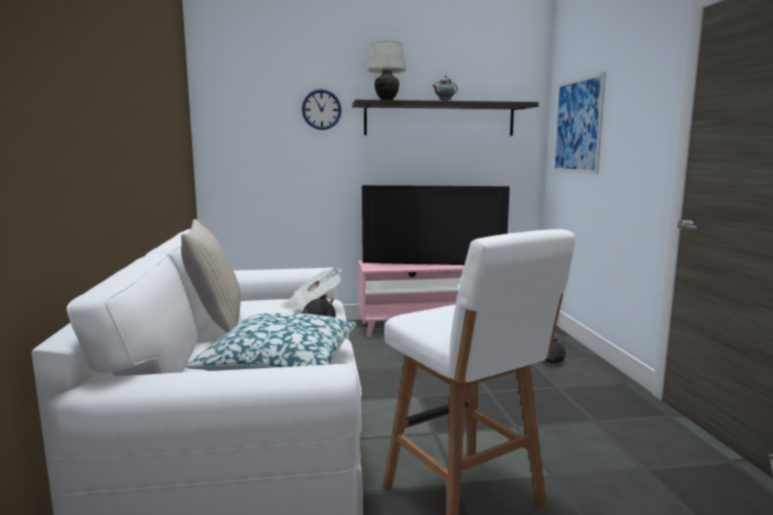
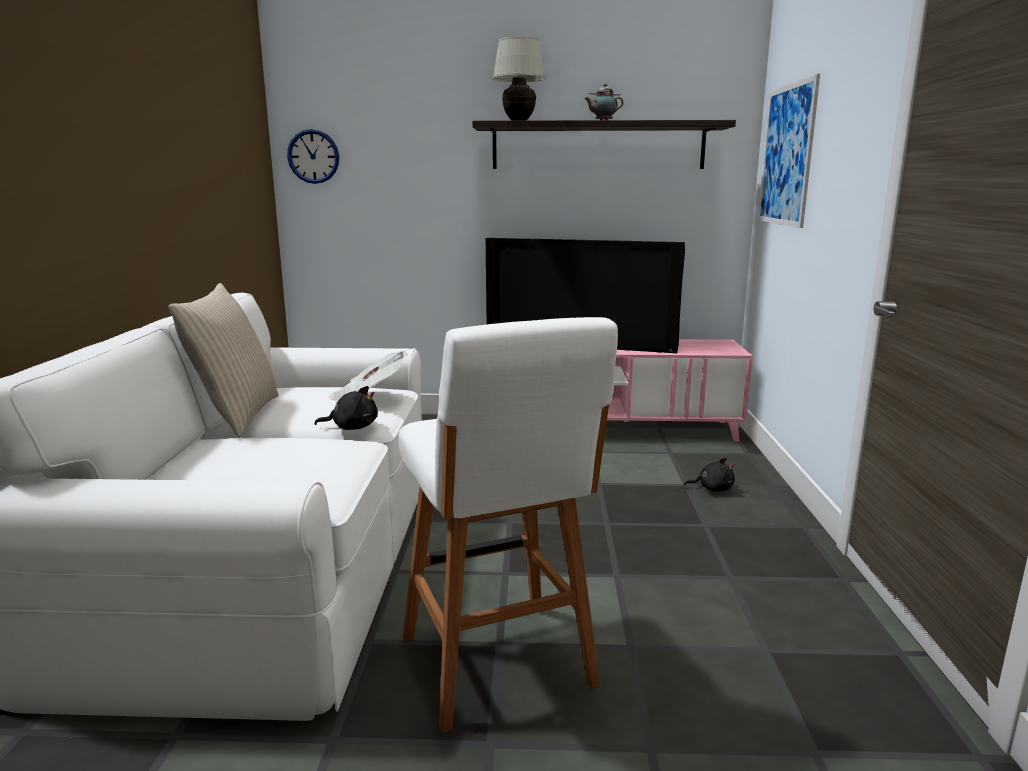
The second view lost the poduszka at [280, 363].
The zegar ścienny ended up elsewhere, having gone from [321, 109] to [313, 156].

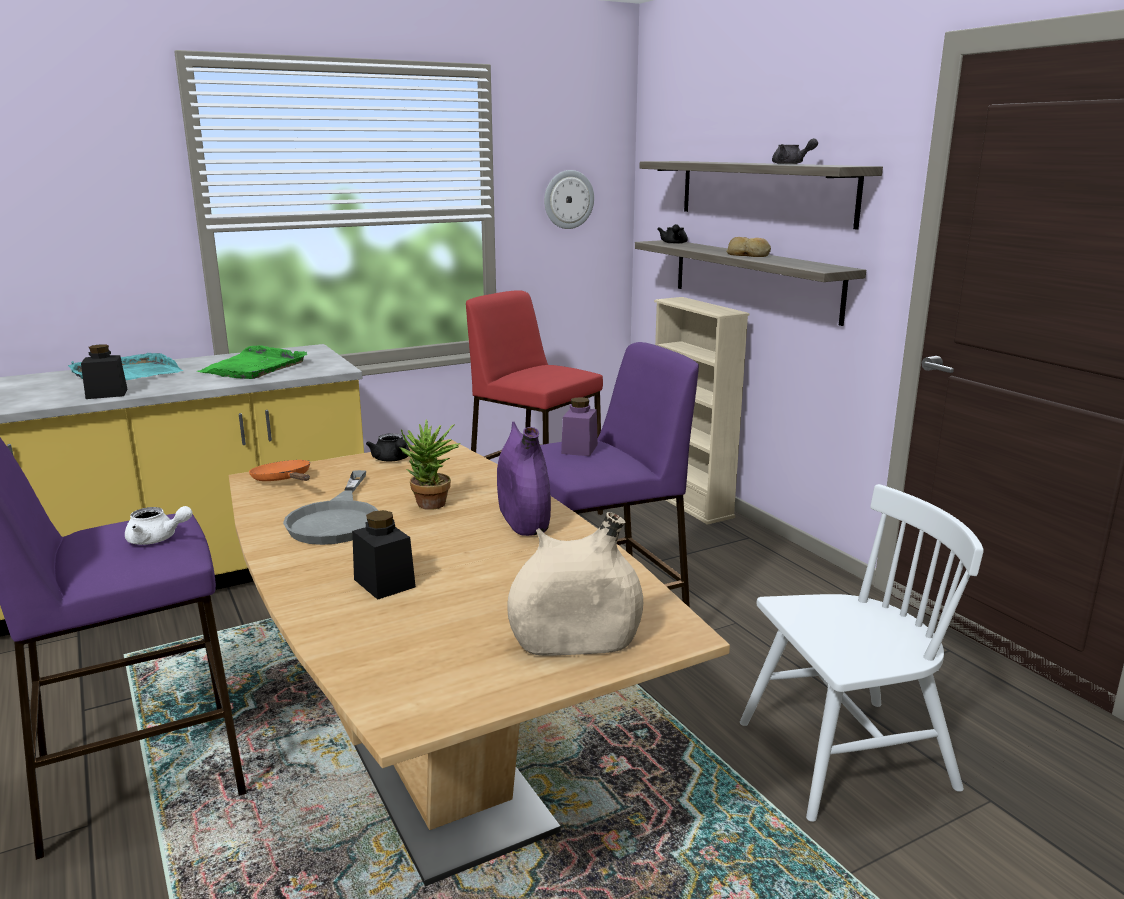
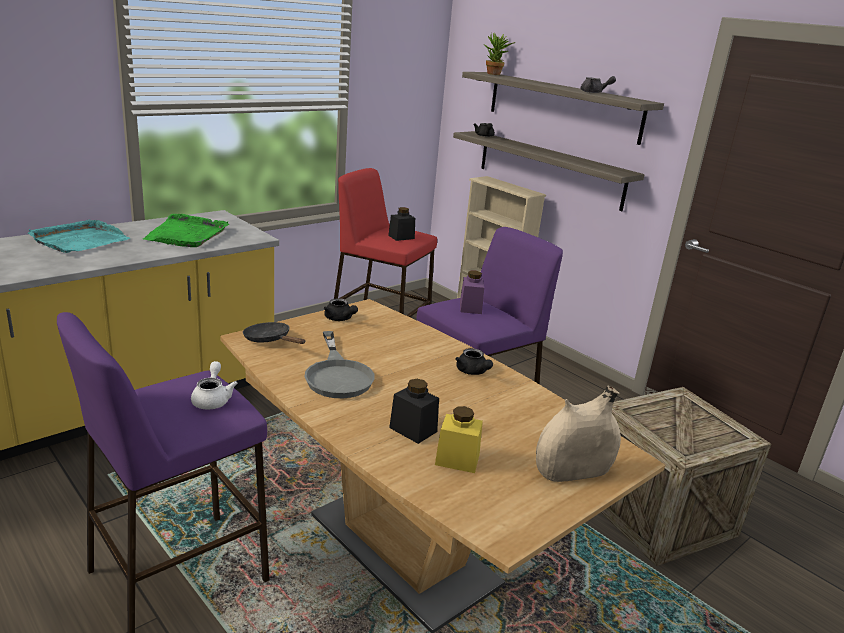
The słoik/czarny ended up elsewhere, having gone from [107, 394] to [401, 237].
The imbryk/biały at [157, 539] ended up facing another way, 90 degrees counterclockwise from before.
What was the patelnia/pomarańczowy at [284, 480] turned into the patelnia/czarny at [270, 340].
The roślina doniczkowa ended up elsewhere, having gone from [431, 506] to [495, 74].
Where the wazon/fioletowy stood at [523, 521], the imbryk/czarny came to stand at [473, 372].
The second view lost the zegar ścienny at [568, 199].
The second view lost the chleb at [748, 255].
Where the krzesło/biały stood at [844, 756], the skrzynka came to stand at [658, 514].
The second view gained the słoik/żółty at [457, 459].

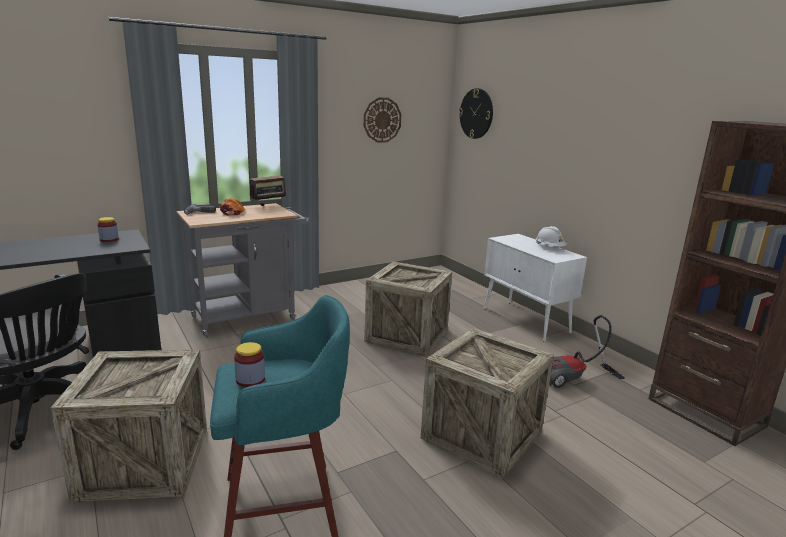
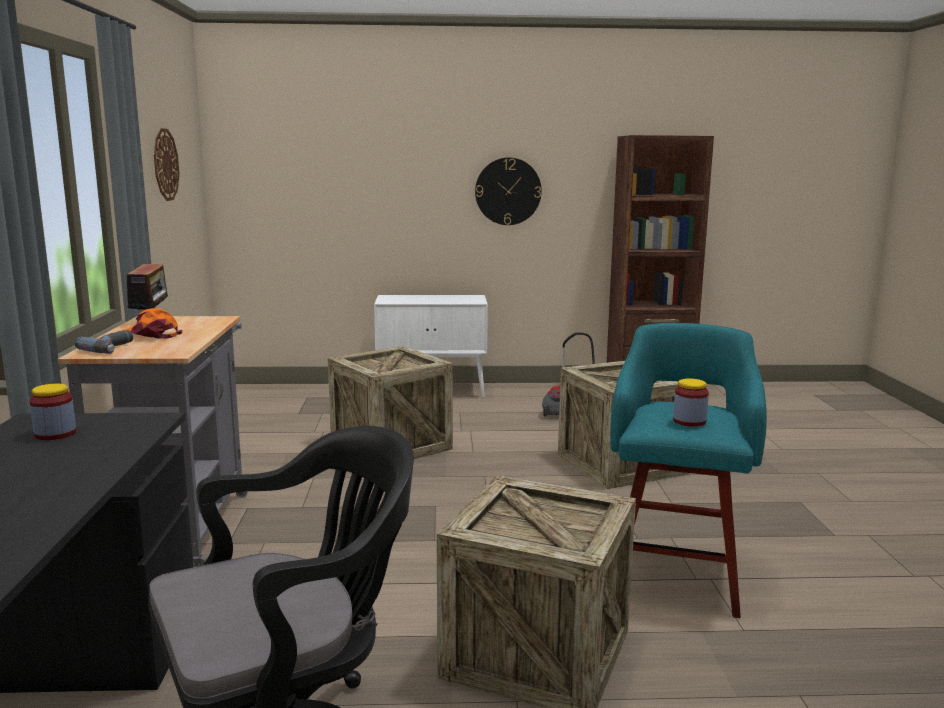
The zegar ścienny ended up elsewhere, having gone from [476, 113] to [508, 191].
The second view lost the kask/biały at [549, 247].

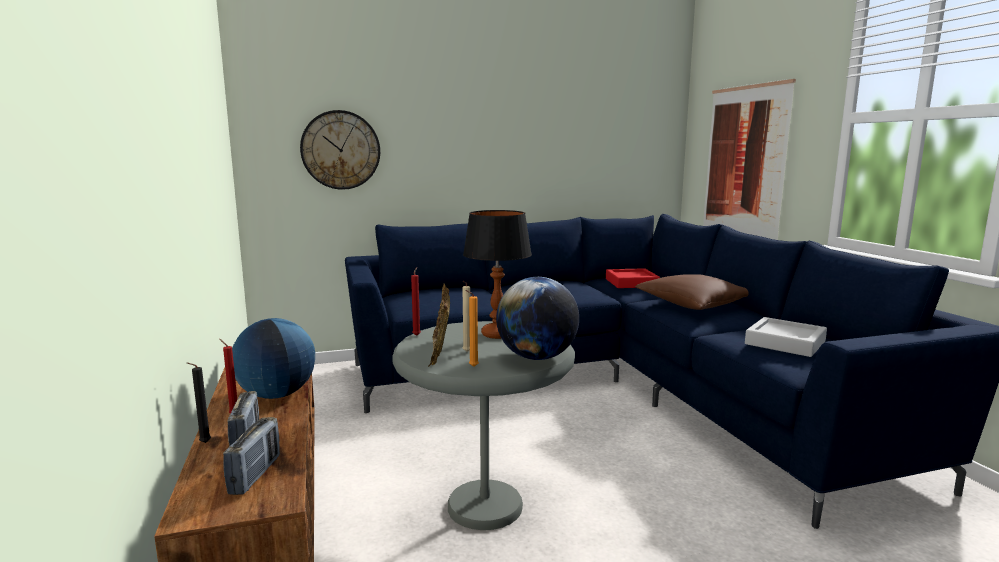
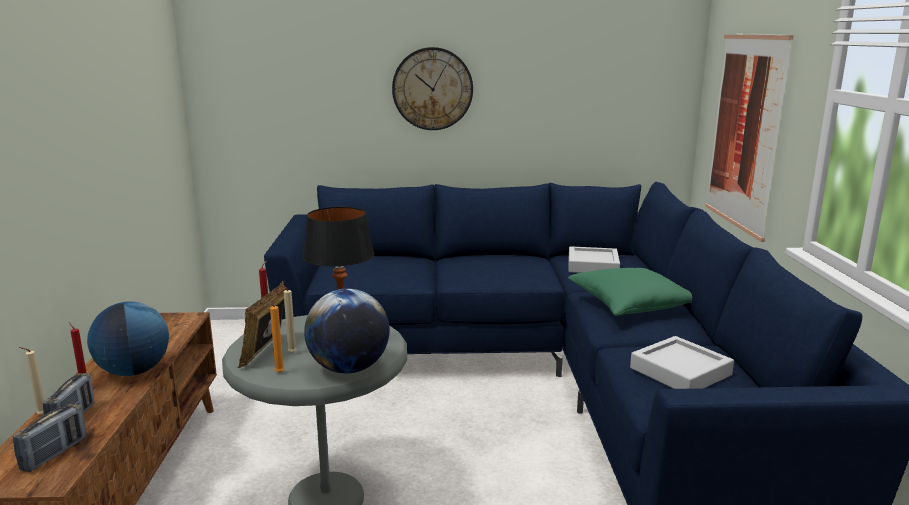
What was the świeca/czarny at [203, 443] turned into the świeca/beżowy at [40, 415].
The zegar ścienny ended up elsewhere, having gone from [340, 150] to [432, 89].
What was the taca/czerwony at [631, 283] turned into the taca/szary at [593, 265].
What was the poduszka/brązowy at [692, 305] turned into the poduszka/zielony at [630, 305].

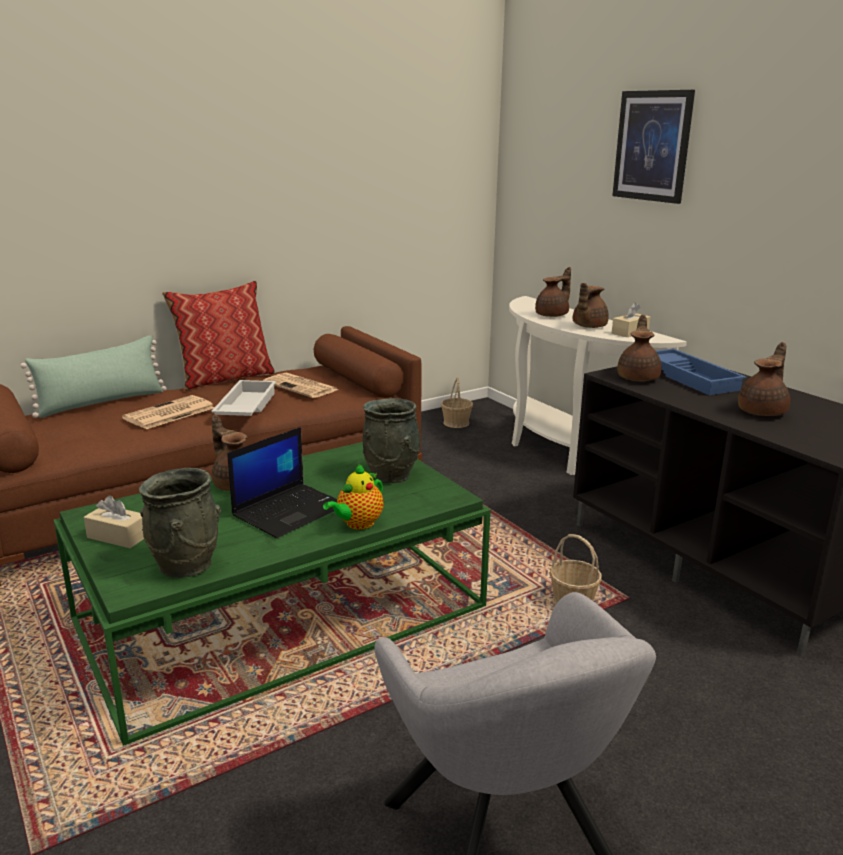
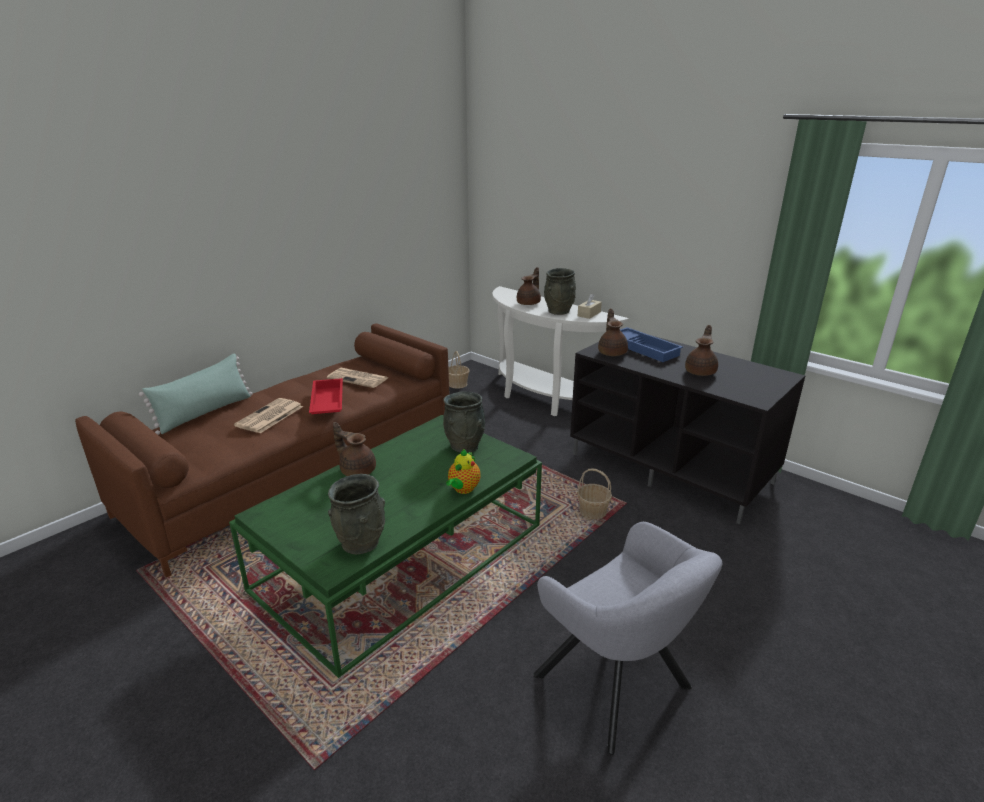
The second view lost the pudełko chusteczek/beżowy at [118, 536].
The second view lost the poduszka at [225, 378].
What was the taca/biały at [245, 407] turned into the taca/czerwony at [326, 403].
The second view lost the laptop at [290, 510].
Where the imbryk/brązowy stood at [588, 326], the wazon/szary came to stand at [558, 311].
The second view lost the obraz at [652, 146].

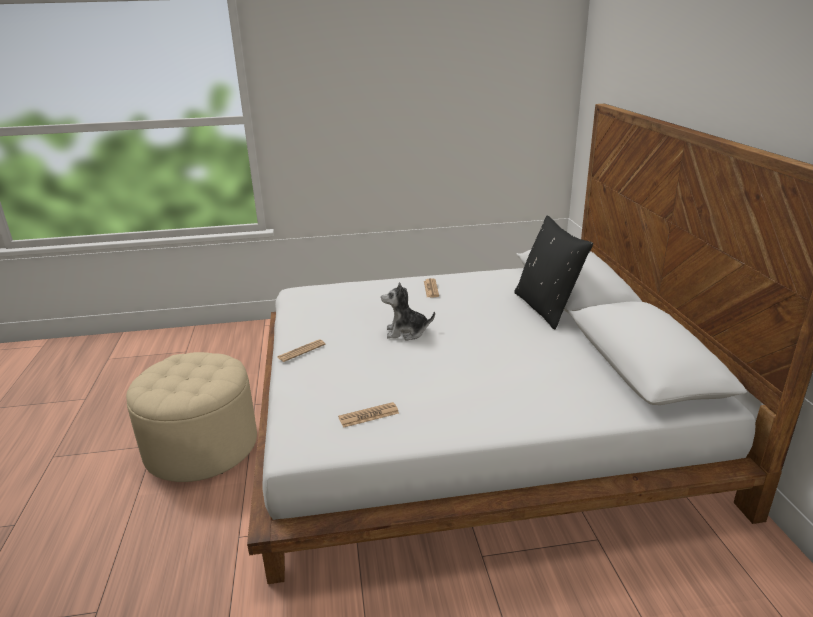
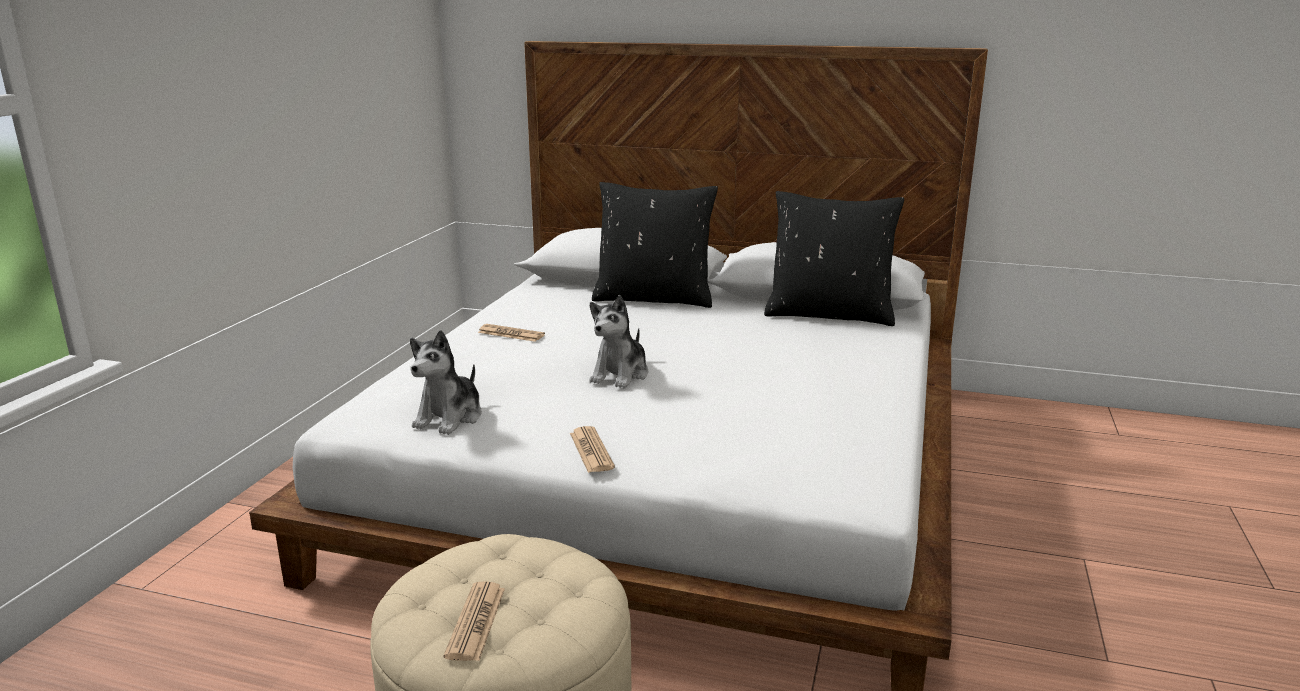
The gazeta ended up elsewhere, having gone from [368, 415] to [476, 622].
The second view gained the pluszak at [450, 418].
The second view gained the poduszka/czarny at [829, 314].

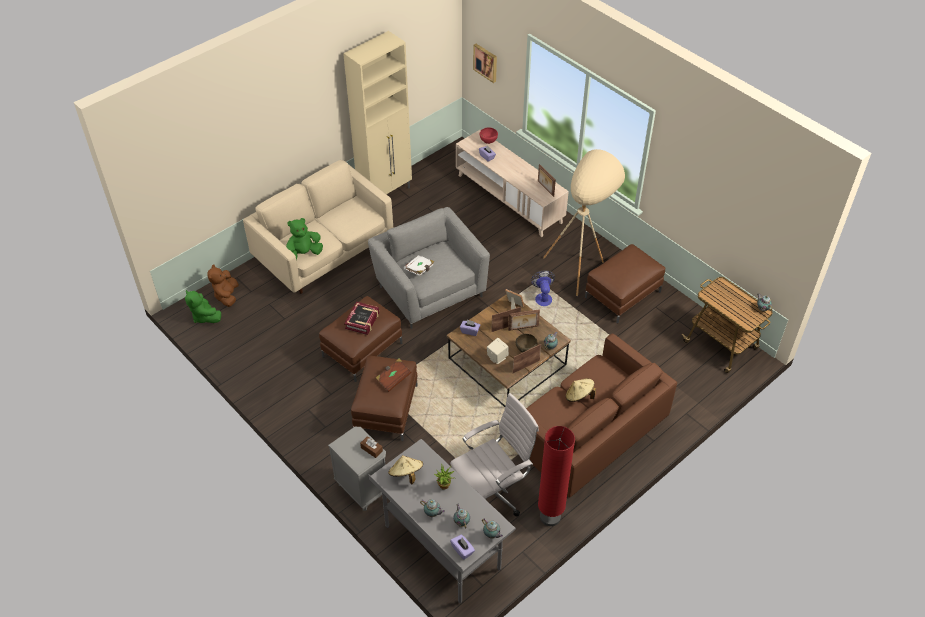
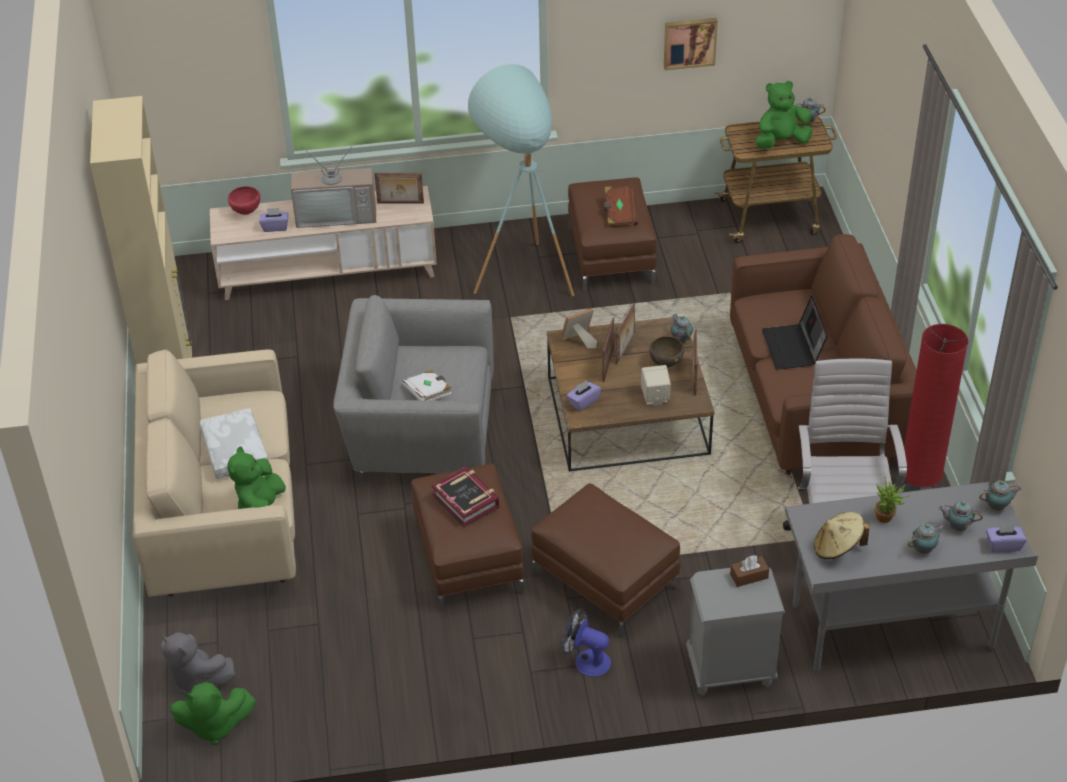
What was the pluszak/brązowy at [227, 296] turned into the pluszak/szary at [196, 677].
The książka/brązowy ended up elsewhere, having gone from [393, 379] to [619, 214].
The obraz ended up elsewhere, having gone from [486, 62] to [689, 42].
The wentylator ended up elsewhere, having gone from [543, 297] to [586, 660].
What was the lampa stojąca/beżowy at [581, 265] turned into the lampa stojąca/turkusowy at [522, 265].
Where the kapelusz/beżowy stood at [579, 396], the laptop came to stand at [793, 348].
The second view gained the poduszka/biały at [233, 450].
The second view gained the telewizor at [337, 213].
The second view gained the pluszak/zielony at [781, 142].

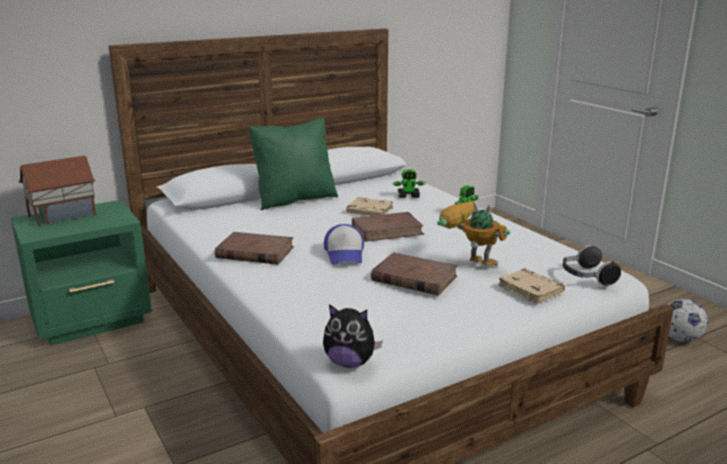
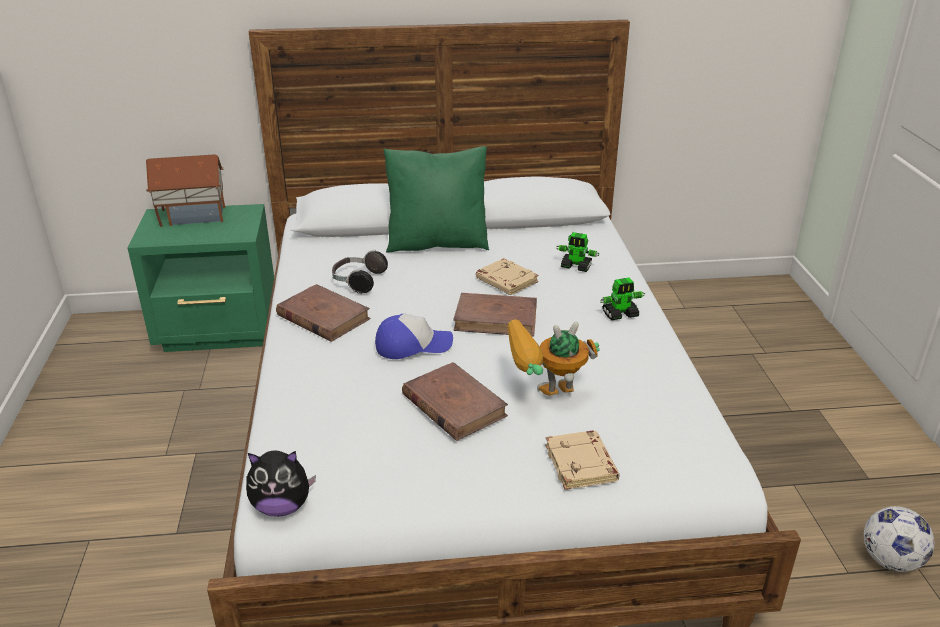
The pluszak at [350, 363] ended up facing another way, 45 degrees counterclockwise from before.
The czapka z daszkiem at [345, 254] ended up facing another way, 120 degrees counterclockwise from before.
The robot zabawkowy at [468, 264] ended up facing another way, 75 degrees counterclockwise from before.
The słuchawki ended up elsewhere, having gone from [586, 278] to [358, 282].

